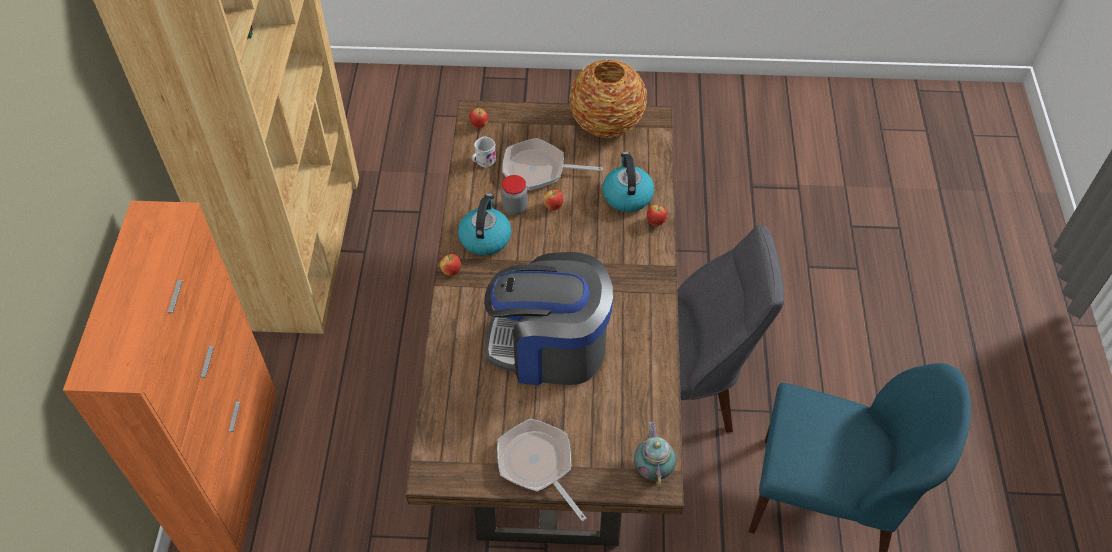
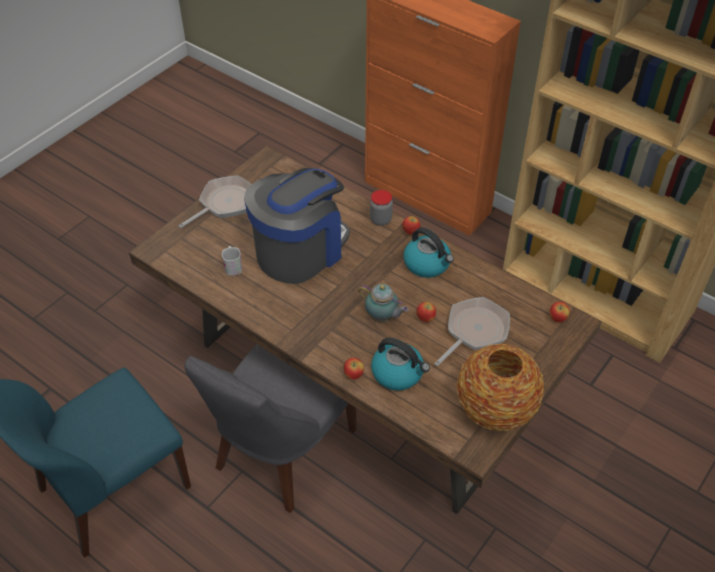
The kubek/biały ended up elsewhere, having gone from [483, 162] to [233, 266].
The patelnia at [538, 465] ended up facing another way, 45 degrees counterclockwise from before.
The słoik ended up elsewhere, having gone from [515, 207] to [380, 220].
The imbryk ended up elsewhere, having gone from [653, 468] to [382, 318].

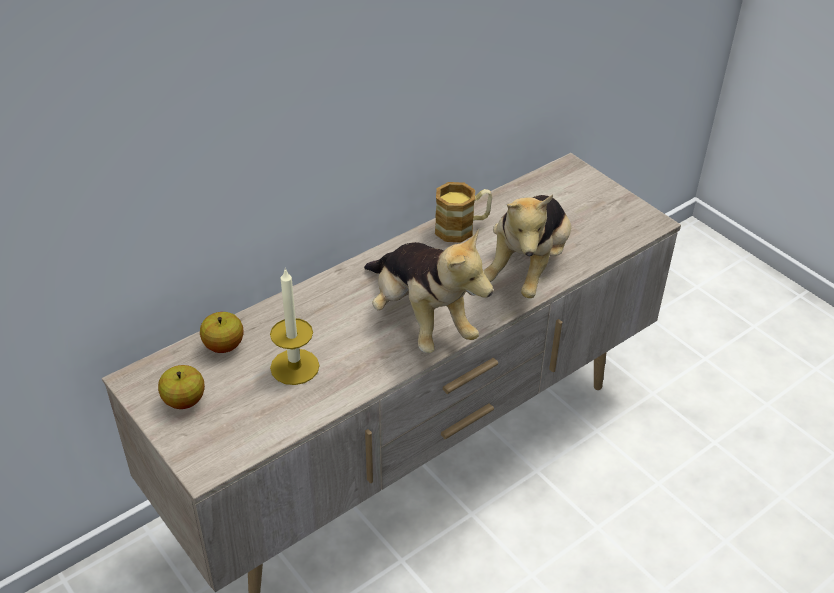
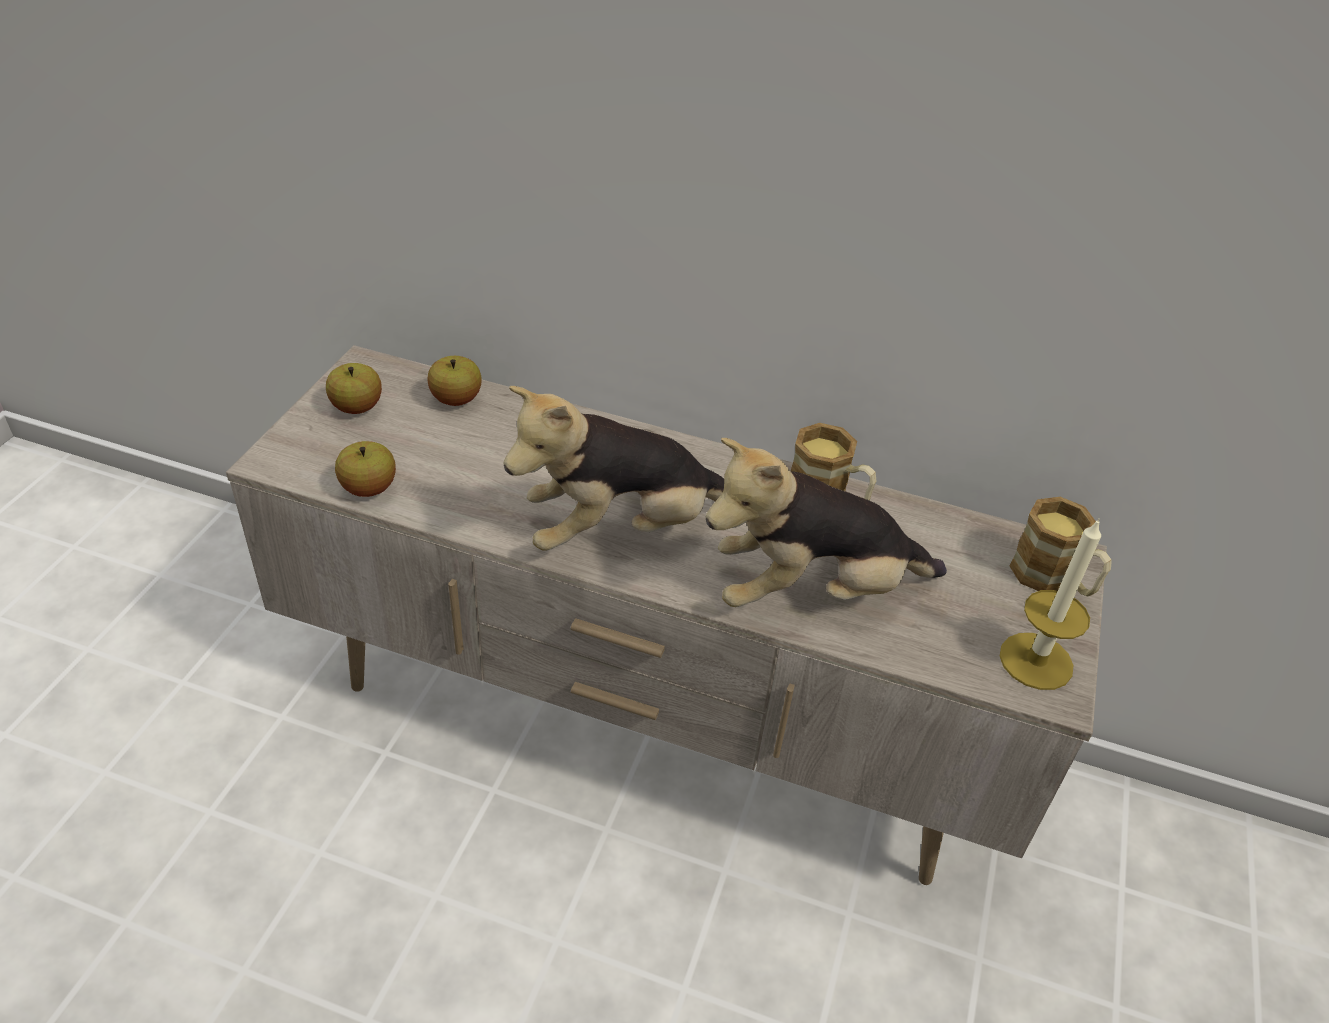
The świeca ended up elsewhere, having gone from [294, 367] to [1036, 661].
The pluszak at [420, 320] ended up facing another way, 45 degrees clockwise from before.
The second view gained the jabłko at [369, 488].
The second view gained the kubek at [1053, 579].

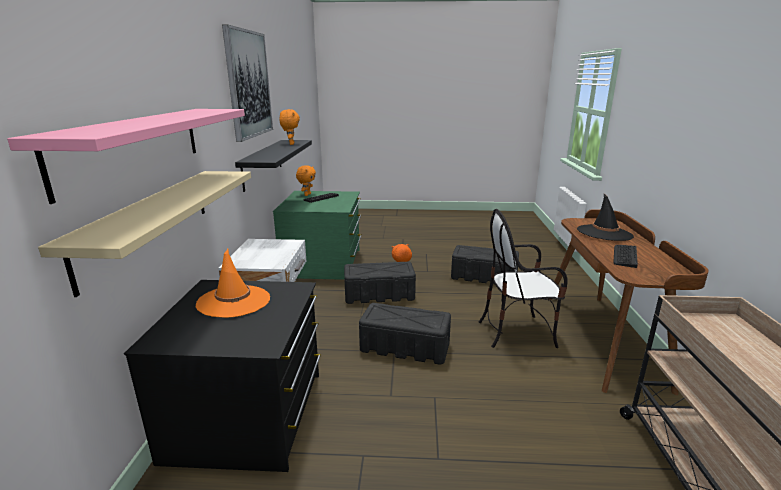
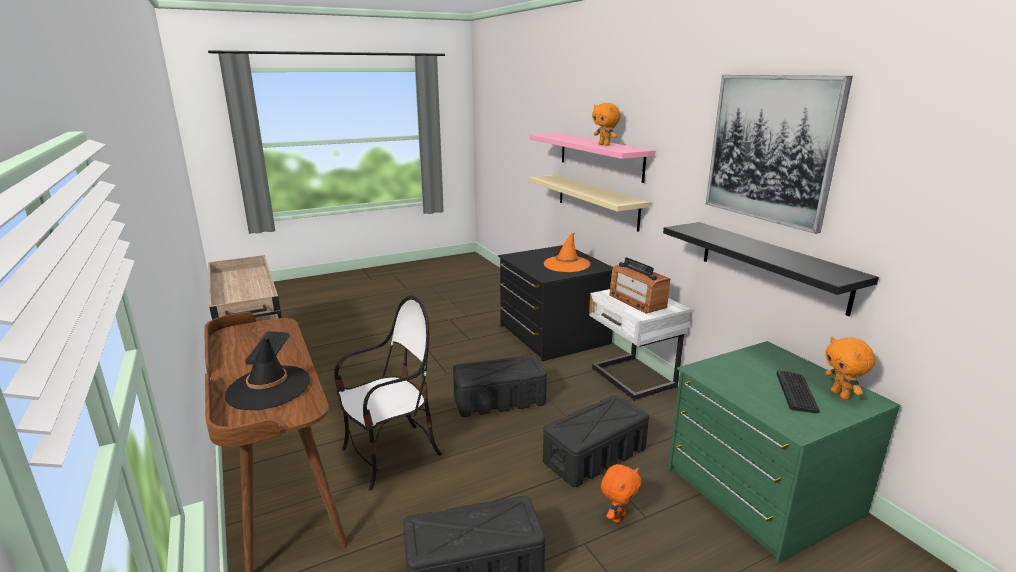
The pluszak/pomarańczowy ended up elsewhere, having gone from [291, 144] to [604, 145].
The second view gained the radio at [637, 301].

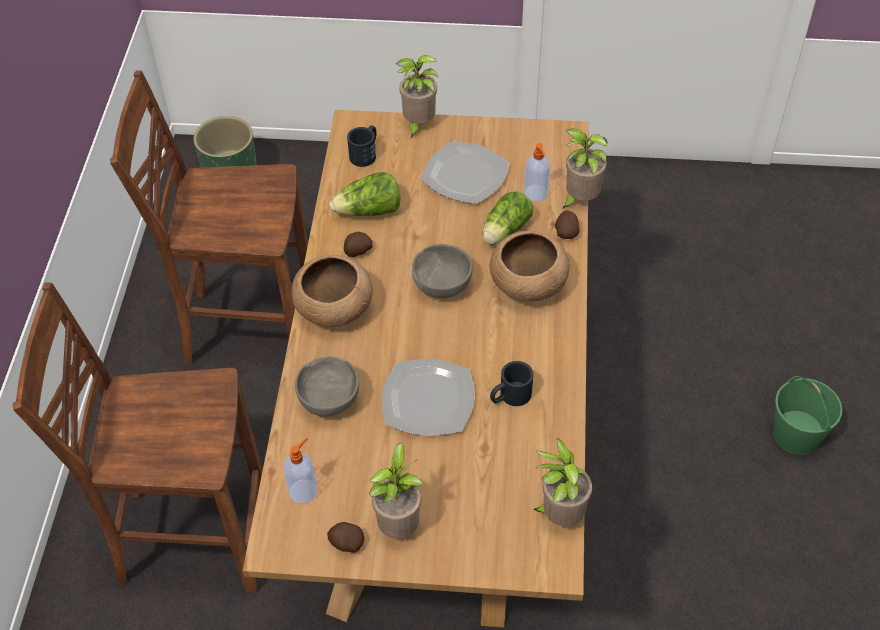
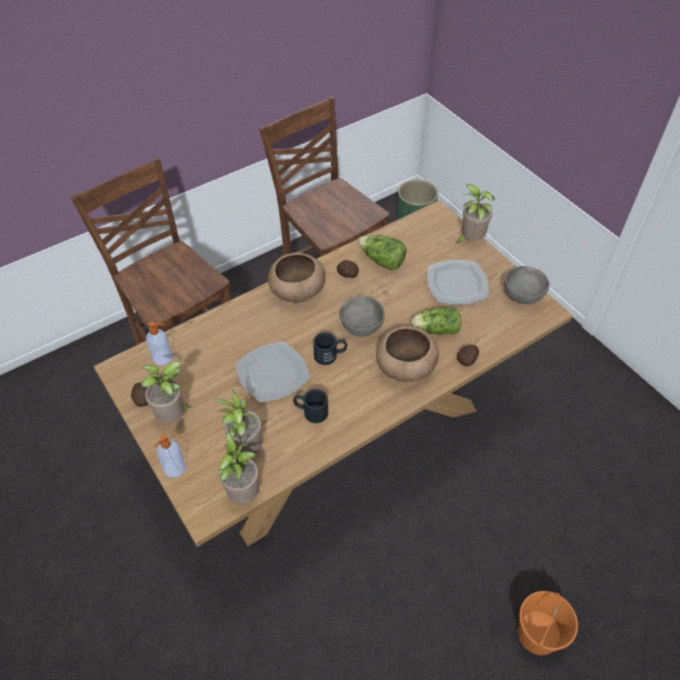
The miska/szary ended up elsewhere, having gone from [330, 400] to [523, 296].
The kubek/czarny ended up elsewhere, having gone from [365, 153] to [330, 355].
The dozownik mydła ended up elsewhere, having gone from [536, 194] to [174, 468].
The roślina doniczkowa ended up elsewhere, having gone from [579, 200] to [245, 448].
What was the wiadro/zielony at [797, 435] turned into the wiadro/pomarańczowy at [538, 634].

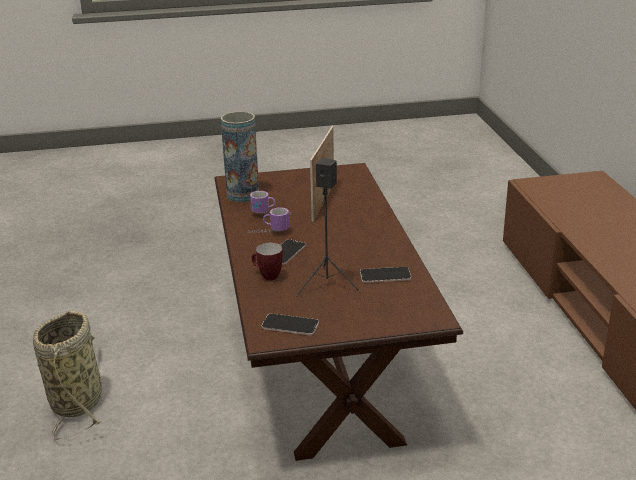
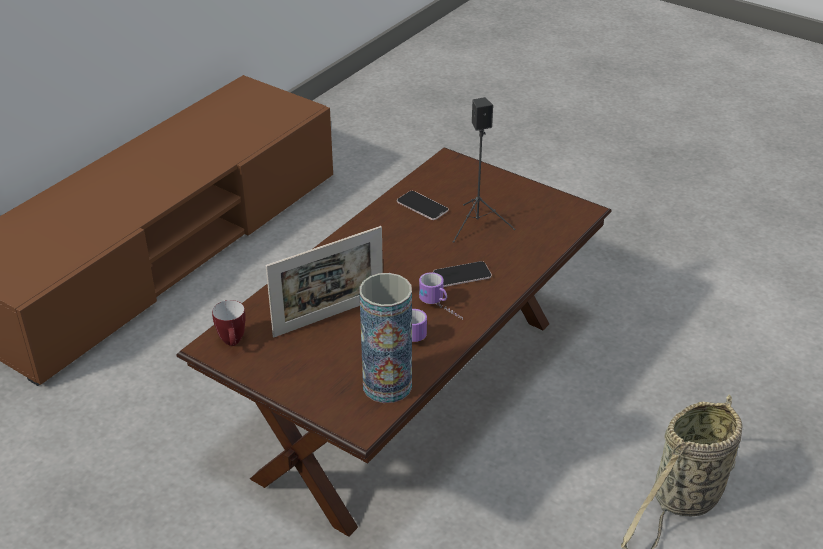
The kubek ended up elsewhere, having gone from [267, 276] to [233, 343].
The second view lost the telefon at [290, 325].

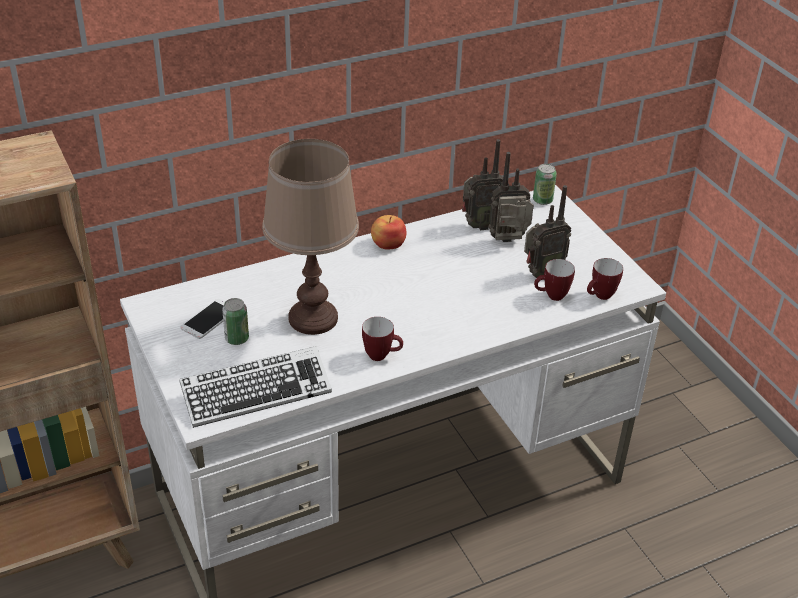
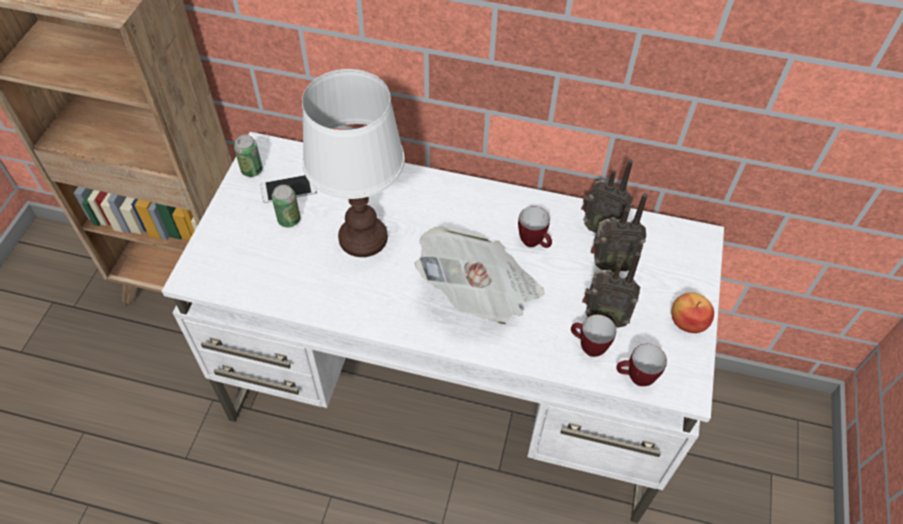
The second view lost the klawiatura at [256, 393].
What was the lampa stołowa/brązowy at [313, 319] turned into the lampa stołowa/biały at [363, 238].
The kubek ended up elsewhere, having gone from [382, 356] to [534, 243].
The jabłko ended up elsewhere, having gone from [388, 244] to [687, 321].
The radio at [509, 242] ended up facing another way, 150 degrees clockwise from before.
The puszka ended up elsewhere, having gone from [542, 200] to [252, 170].
The second view gained the gazeta at [480, 293].

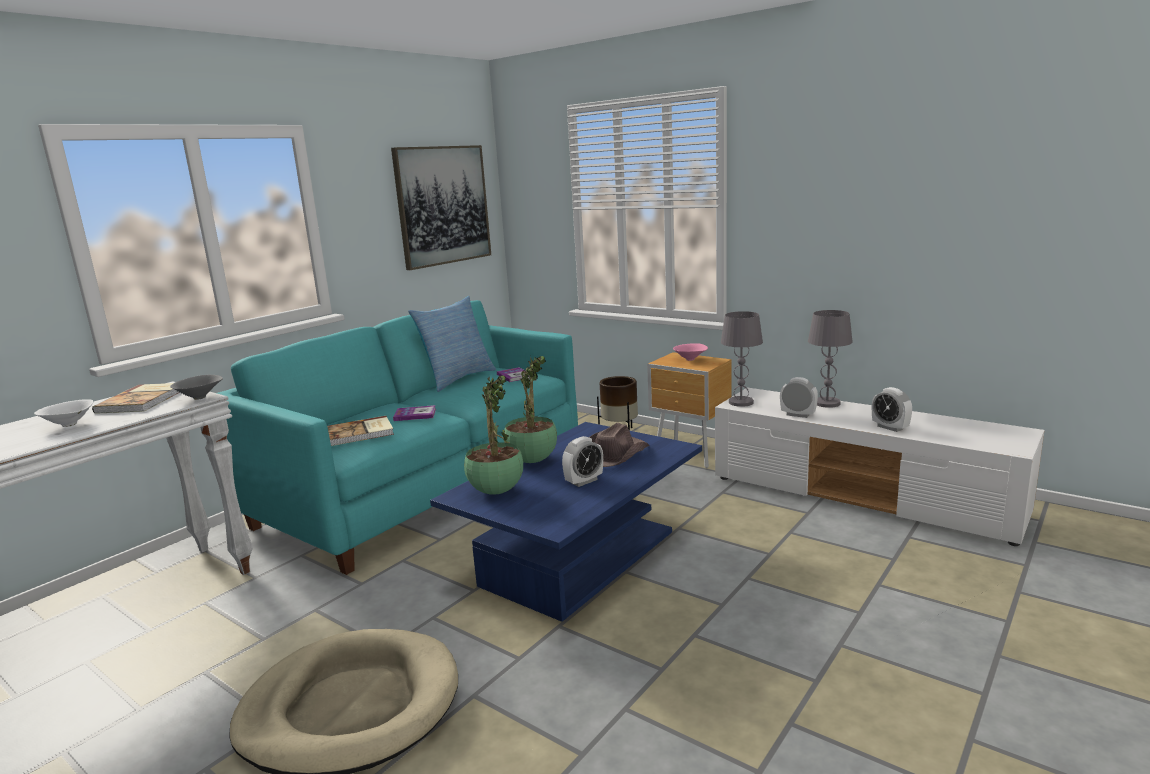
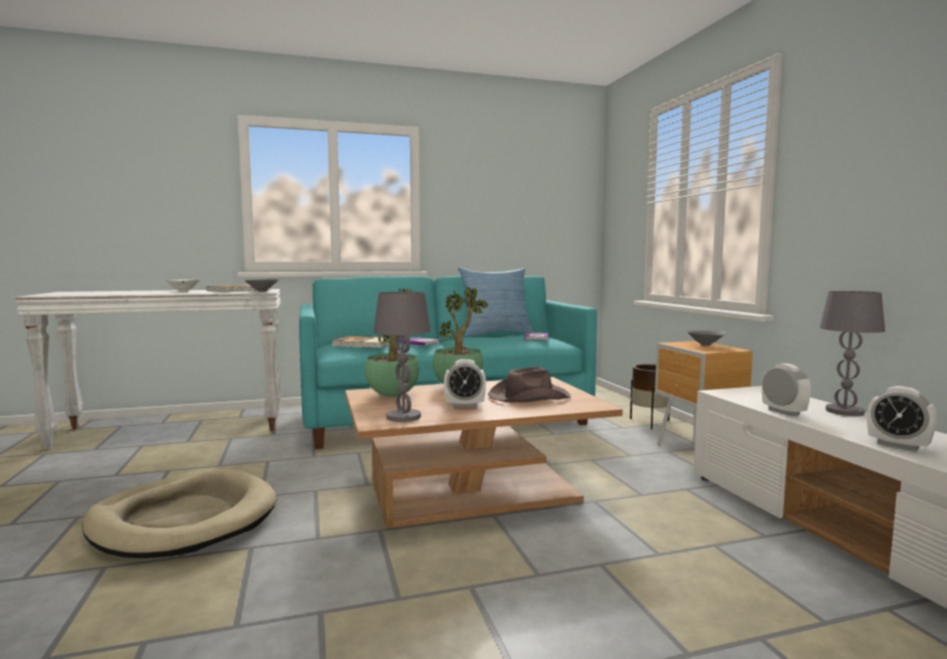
The second view lost the obraz at [443, 205].
What was the ława/niebieski at [580, 557] turned into the ława/brązowy at [474, 492].
What was the miska/różowy at [691, 360] turned into the miska/szary at [706, 346].
The lampa stołowa/szary ended up elsewhere, having gone from [741, 402] to [404, 417].
The budzik at [890, 427] ended up facing another way, 45 degrees counterclockwise from before.

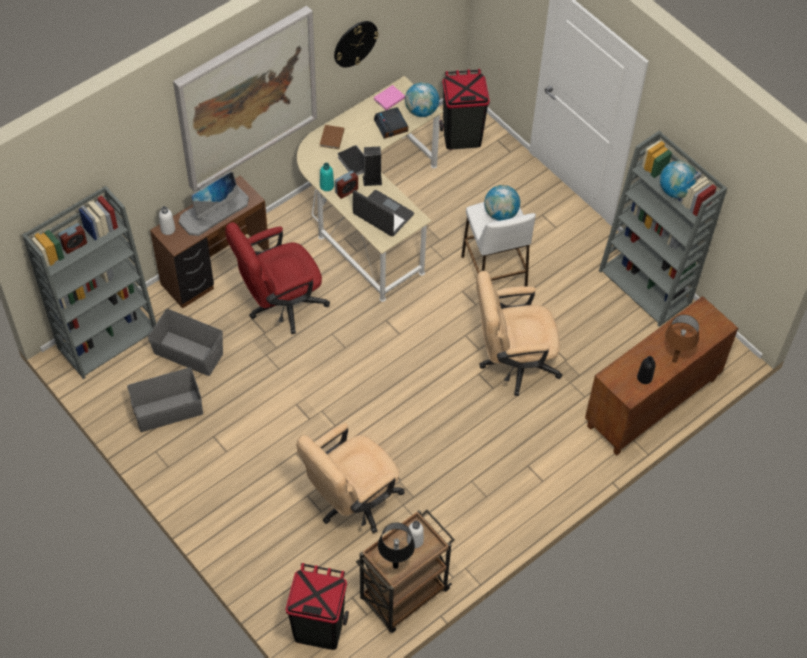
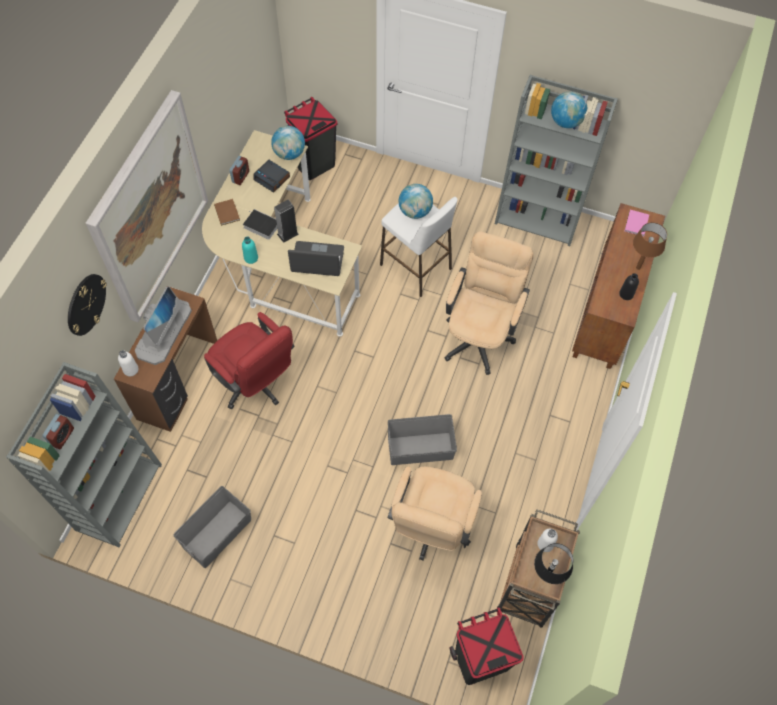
The pojemnik do przechowywania/szary ended up elsewhere, having gone from [188, 353] to [420, 448].
The krzesło biurowe/czerwony at [280, 305] ended up facing another way, 75 degrees counterclockwise from before.
The zegar ścienny ended up elsewhere, having gone from [355, 43] to [86, 304].
The budzik ended up elsewhere, having gone from [346, 191] to [240, 177].
The książka/różowy ended up elsewhere, having gone from [388, 99] to [635, 224].
The krzesło biurowe/beżowy at [512, 363] ended up facing another way, 150 degrees clockwise from before.

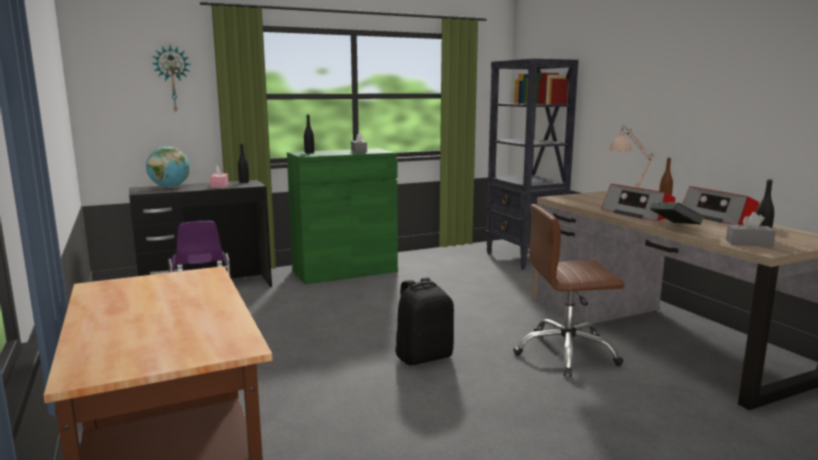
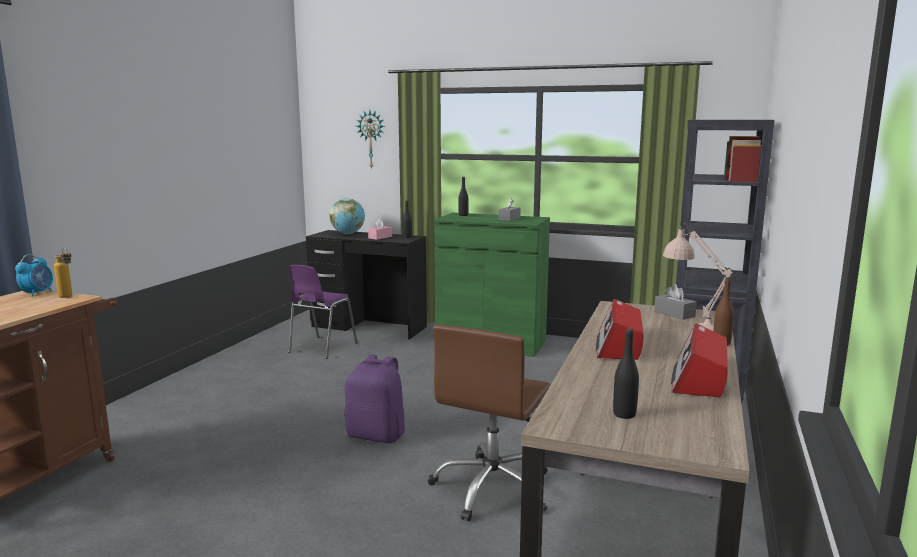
What was the plecak/czarny at [424, 357] turned into the plecak/fioletowy at [377, 435].
The krzesło biurowe/brązowy at [566, 353] ended up facing another way, 105 degrees counterclockwise from before.
The second view lost the książka at [674, 227].
The pudełko chusteczek/szary ended up elsewhere, having gone from [749, 243] to [674, 314].
The second view gained the budzik at [37, 293].
The second view gained the butelka at [68, 297].

